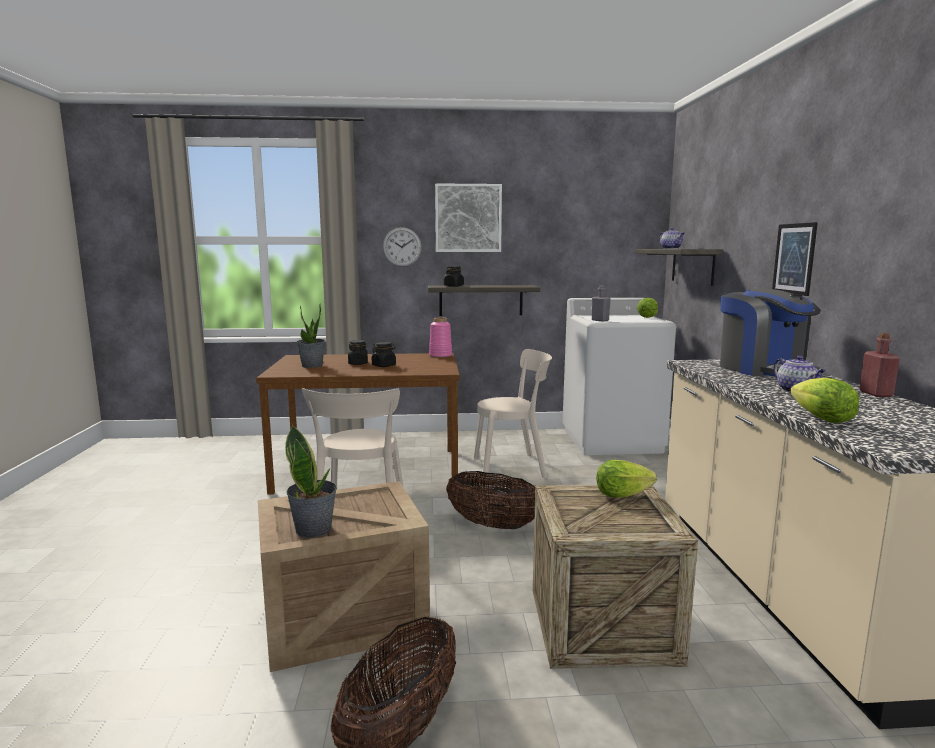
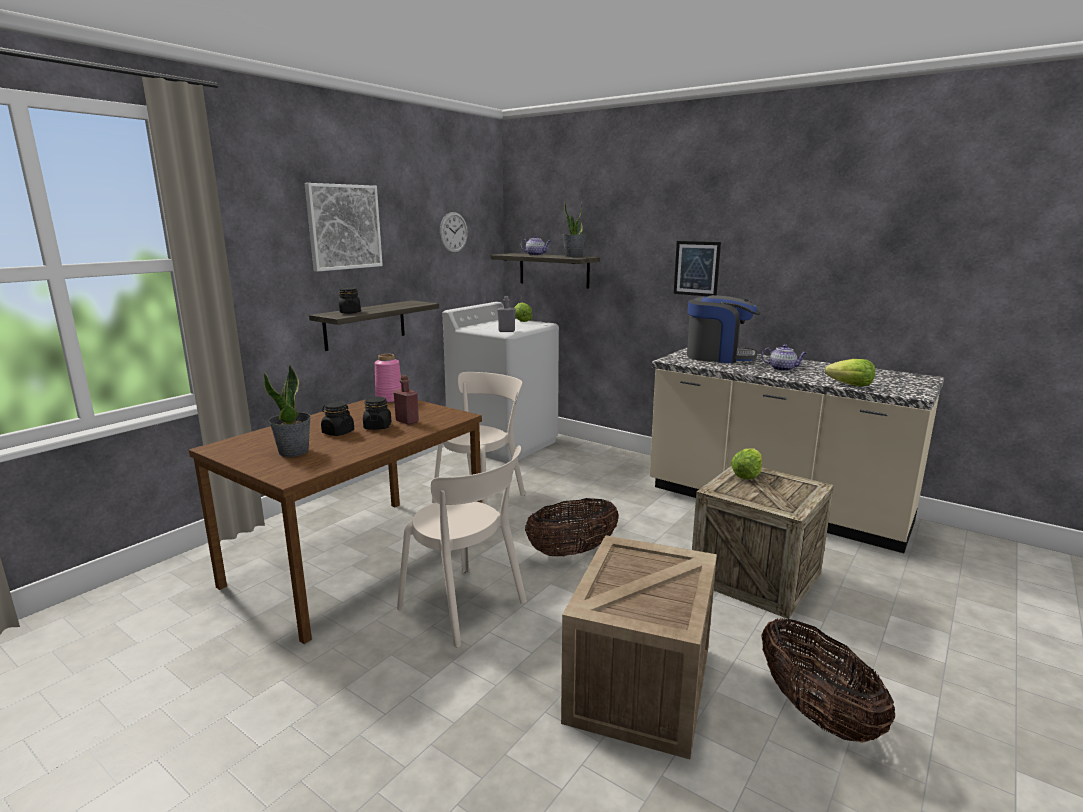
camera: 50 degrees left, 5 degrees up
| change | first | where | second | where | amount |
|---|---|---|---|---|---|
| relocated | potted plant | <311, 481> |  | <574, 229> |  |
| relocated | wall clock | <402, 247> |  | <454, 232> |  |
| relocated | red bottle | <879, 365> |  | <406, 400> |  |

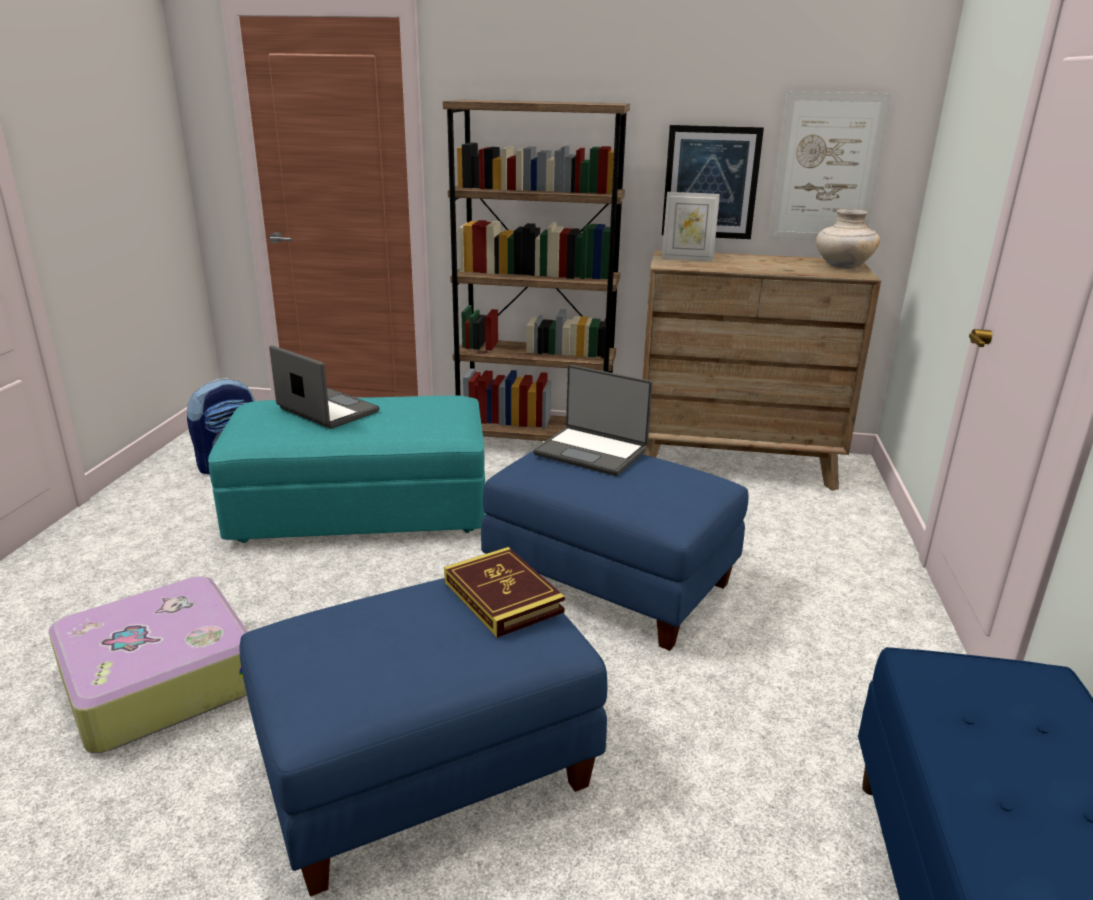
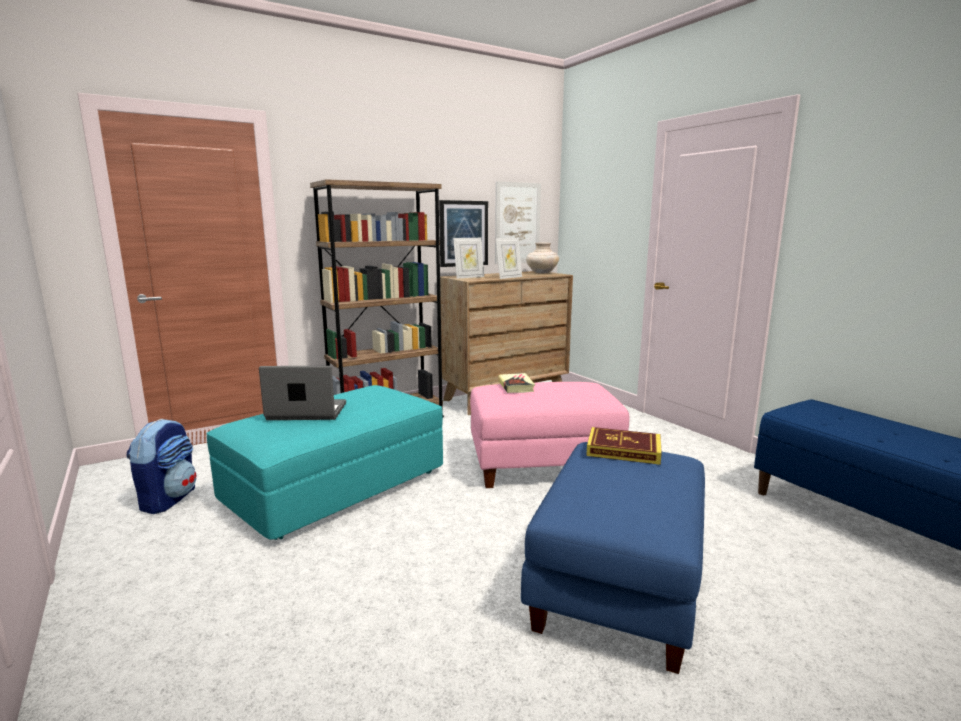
camera: 40 degrees left, 10 degrees down
| change | first | where | second | where | amount |
|---|---|---|---|---|---|
| missing | suitcase | <148, 665> |  |  |  |
| appeared |  |  | picture frame | <509, 258> |  |
| exchanged | laptop | <593, 420> | book | <516, 383> |  |
| colour | blue ottoman | <615, 551> | pink ottoman | <549, 435> |  |

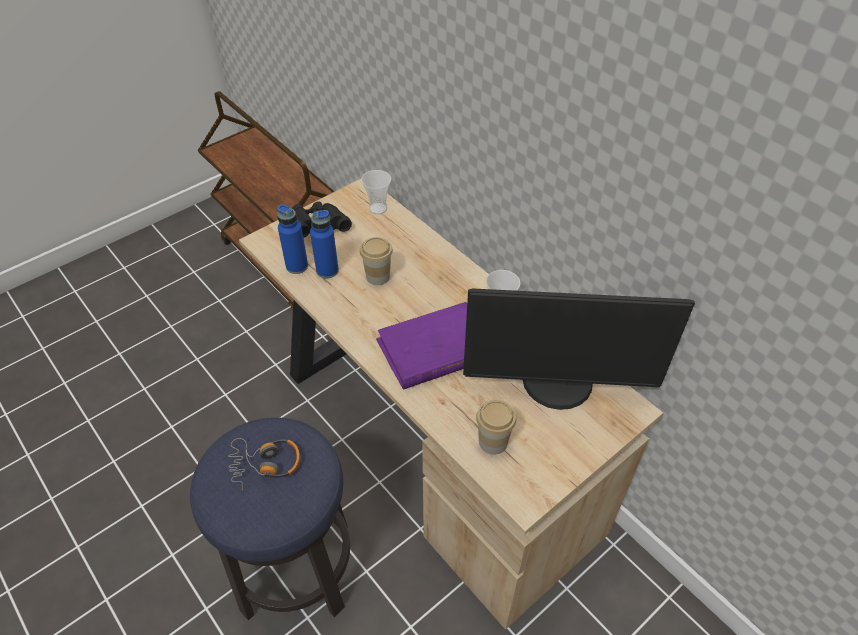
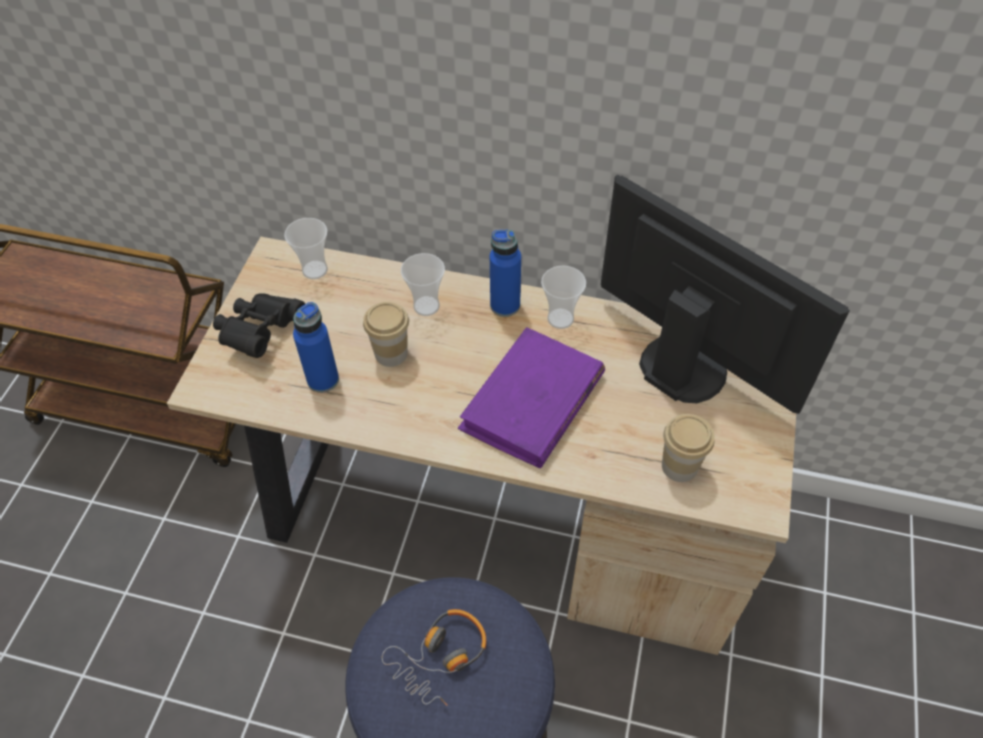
camera: 35 degrees left, 5 degrees up
| change | first | where | second | where | amount |
|---|---|---|---|---|---|
| appeared |  |  | cup | <423, 284> |  |
| relocated | blue bottle | <292, 239> |  | <505, 273> |  |
| spun | monitor | <579, 349> |  | <725, 294> | 105 degrees counterclockwise |

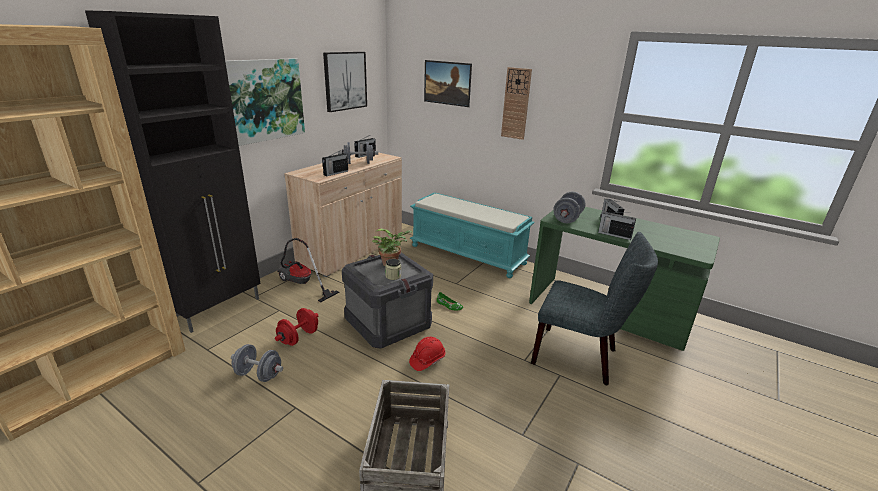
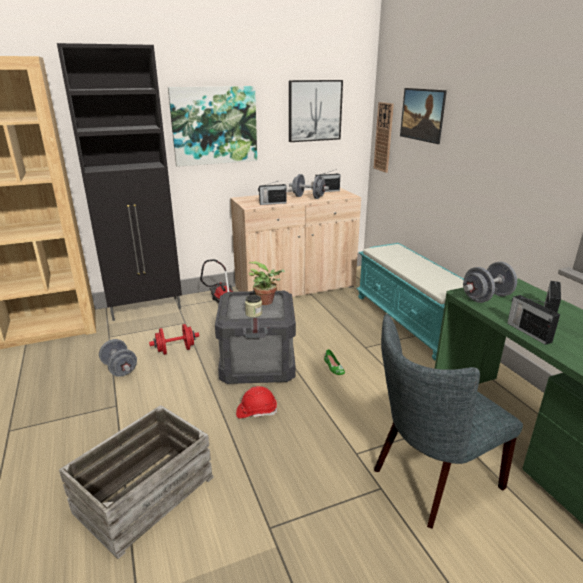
camera: 35 degrees right, 0 degrees up
| change | first | where | second | where | amount |
|---|---|---|---|---|---|
| relocated | wall clock | <516, 103> |  | <384, 137> |  |
| spun | grey chair | <594, 309> |  | <448, 421> | 90 degrees clockwise |

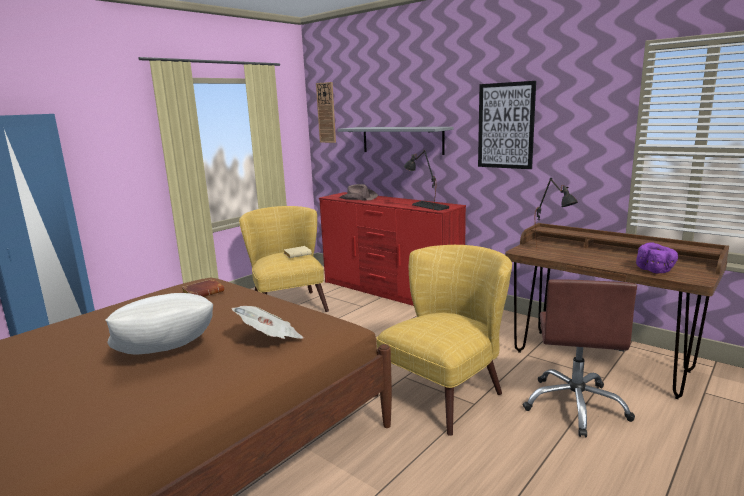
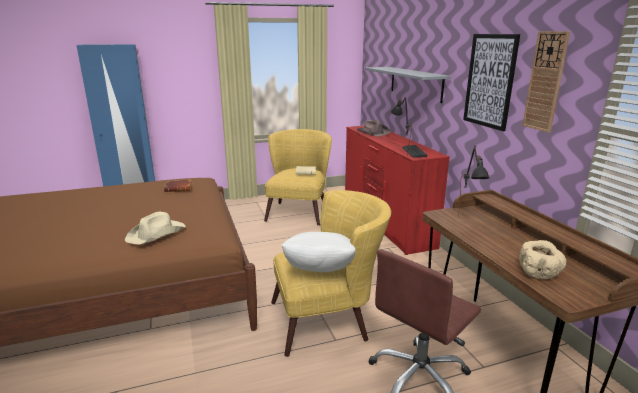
camera: 30 degrees right, 5 degrees up
| change | first | where | second | where | amount |
|---|---|---|---|---|---|
| relocated | white pillow | <159, 323> |  | <319, 252> |  |
| relocated | wall clock | <326, 112> |  | <546, 82> |  |
| exchanged | newspaper | <267, 322> | beige hat | <155, 228> |  |
| colour | purple bowl | <657, 258> | beige bowl | <542, 260> |  |

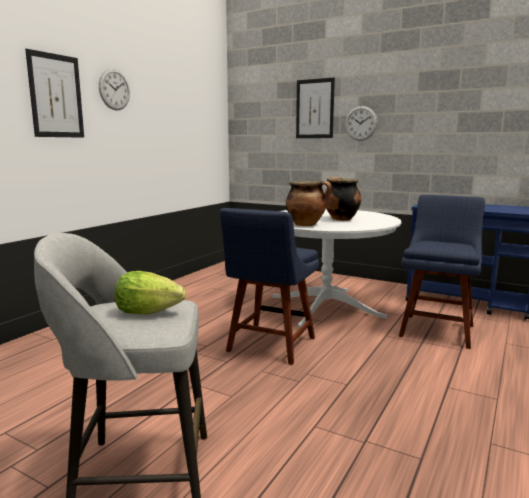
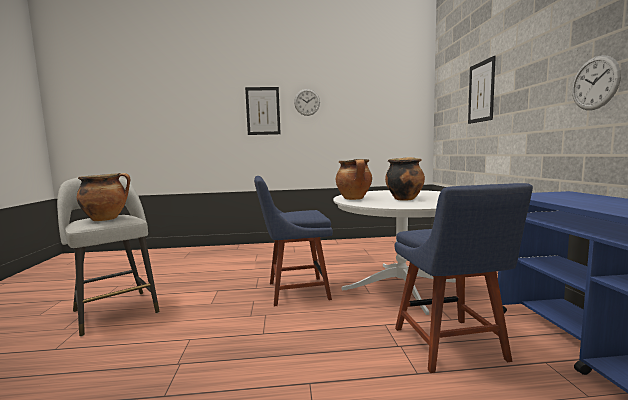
camera: 55 degrees right, 5 degrees down
| change | first | where | second | where | amount |
|---|---|---|---|---|---|
| relocated | wall clock | <361, 123> |  | <596, 82> |  |
| exchanged | lettuce | <150, 292> | cooking pot | <103, 197> |  |
| spun | blue chair | <442, 272> |  | <464, 278> | 90 degrees clockwise |

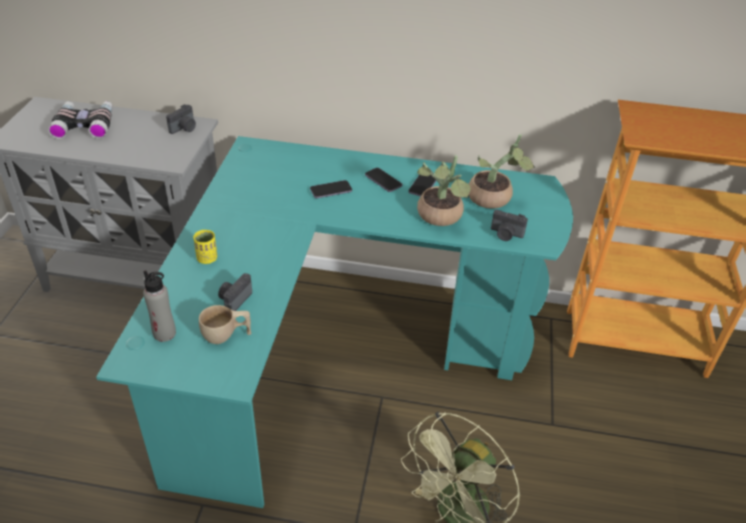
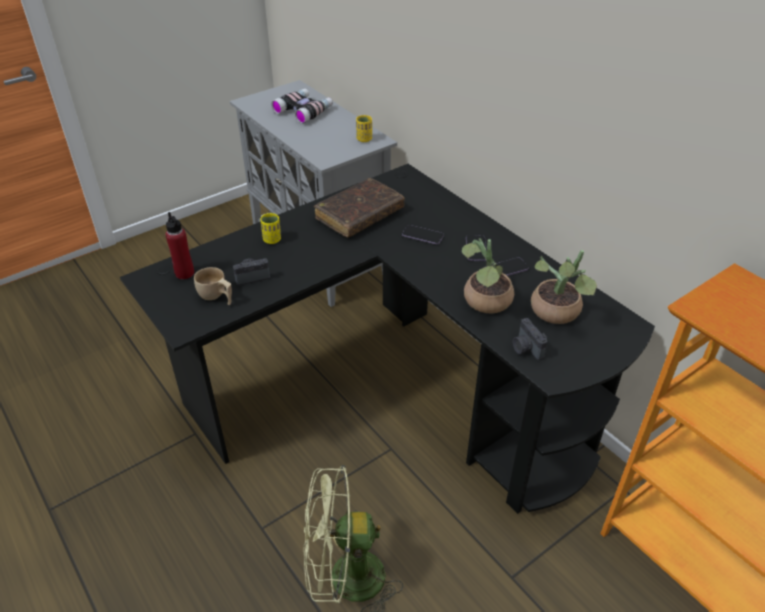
camera: 45 degrees right, 0 degrees up
| change | first | where | second | where | amount |
|---|---|---|---|---|---|
| appeared |  |  | brown book | <359, 207> |  |
| exchanged | photo camera | <181, 119> | yellow cup | <364, 128> |  |
| colour | turquoise desk | <334, 322> | black desk | <387, 339> |  |
| colour | grey bottle | <159, 306> | red bottle | <179, 245> |  |

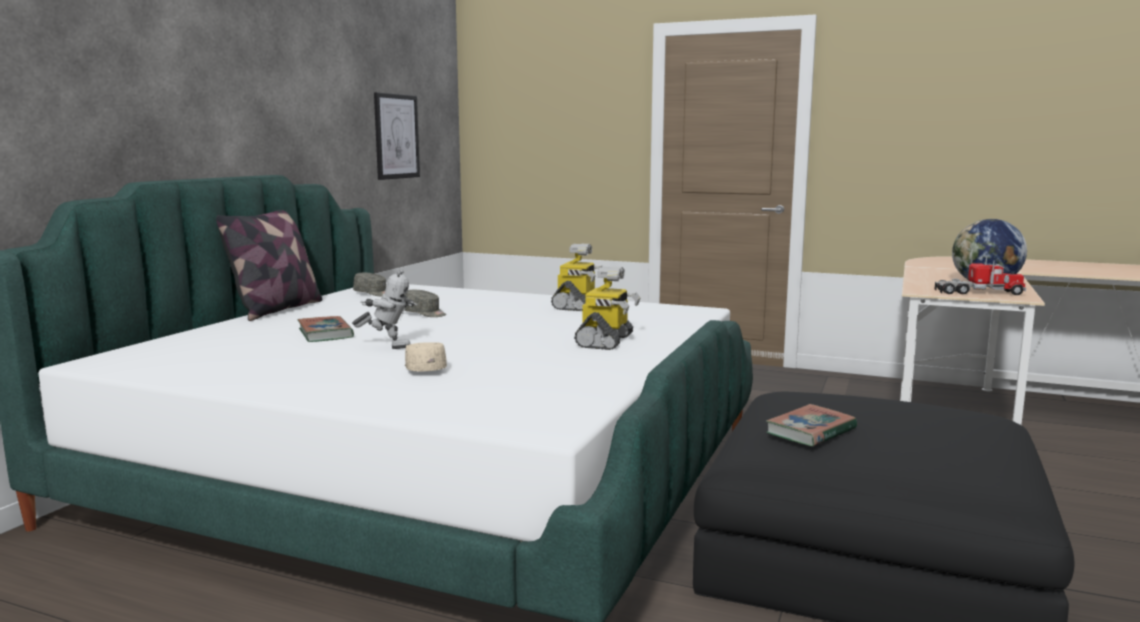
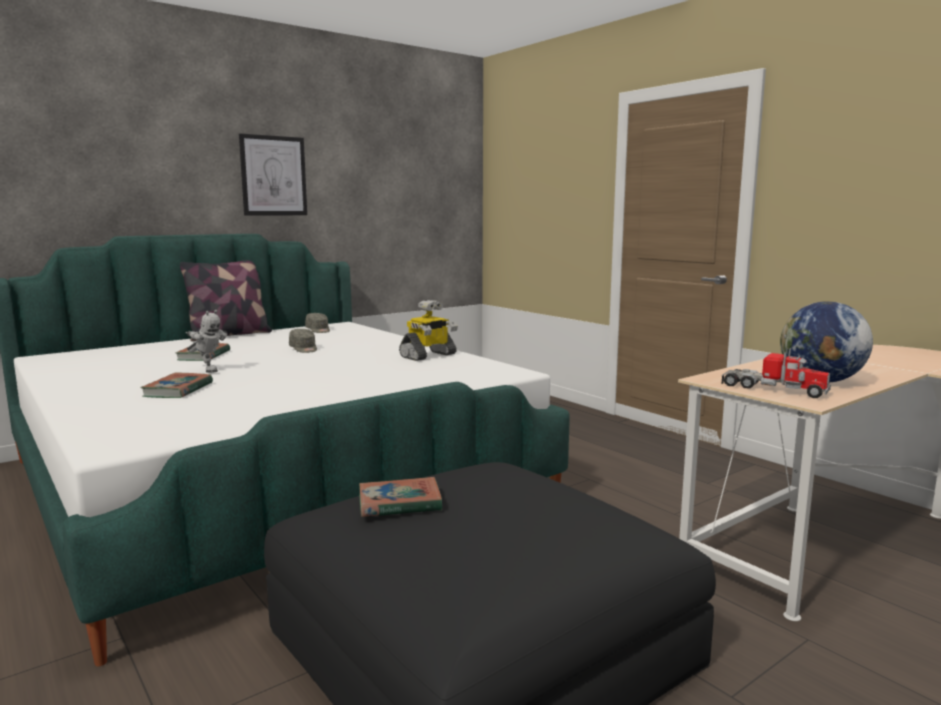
camera: 30 degrees right, 0 degrees up
| change | first | where | second | where | amount |
|---|---|---|---|---|---|
| missing | toy robot | <607, 308> |  |  |  |
| relocated | picture | <397, 136> |  | <273, 175> |  |
| exchanged | beige cap | <426, 356> | book | <176, 385> |  |

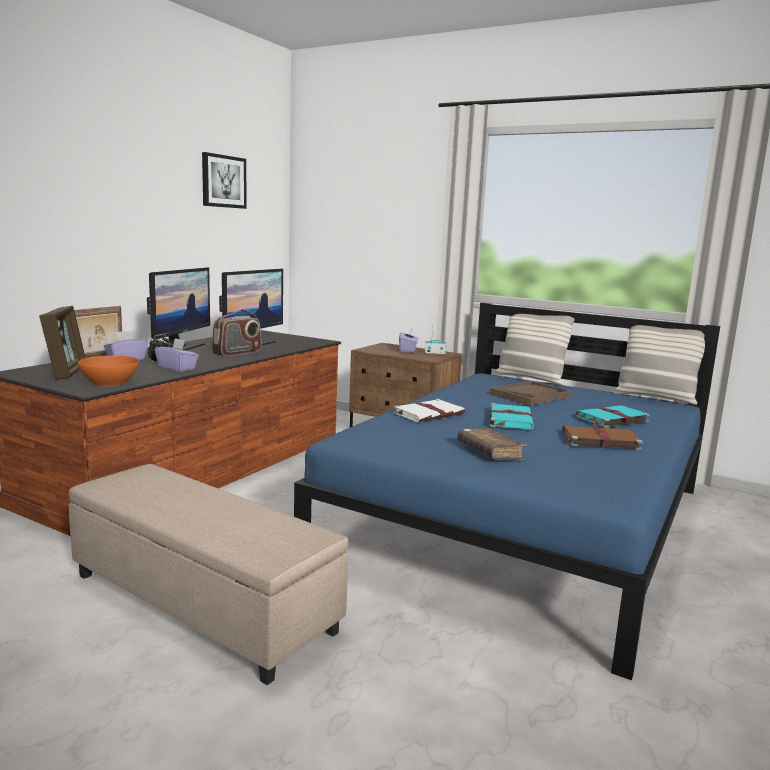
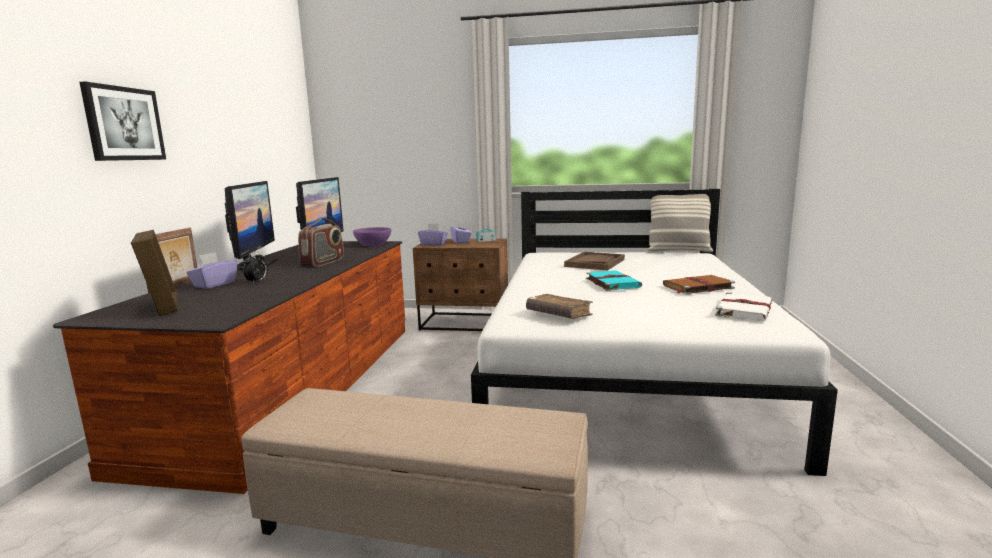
camera: 20 degrees left, 0 degrees up
| change | first | where | second | where | amount |
|---|---|---|---|---|---|
| missing | orange bowl | <108, 371> |  |  |  |
| missing | pillow | <534, 349> |  |  |  |
| missing | turquoise book | <612, 416> |  |  |  |
| appeared |  |  | purple bowl | <372, 236> |  |
| relocated | purple tissue box | <177, 355> |  | <433, 235> |  |
| relocated | picture | <224, 180> |  | <122, 121> |  |
| relocated | white book | <429, 410> |  | <744, 306> |  |
| relocated | brown book | <492, 444> |  | <559, 306> |  |
| colour | blue bed | <507, 491> | white bed | <654, 332> |  |

